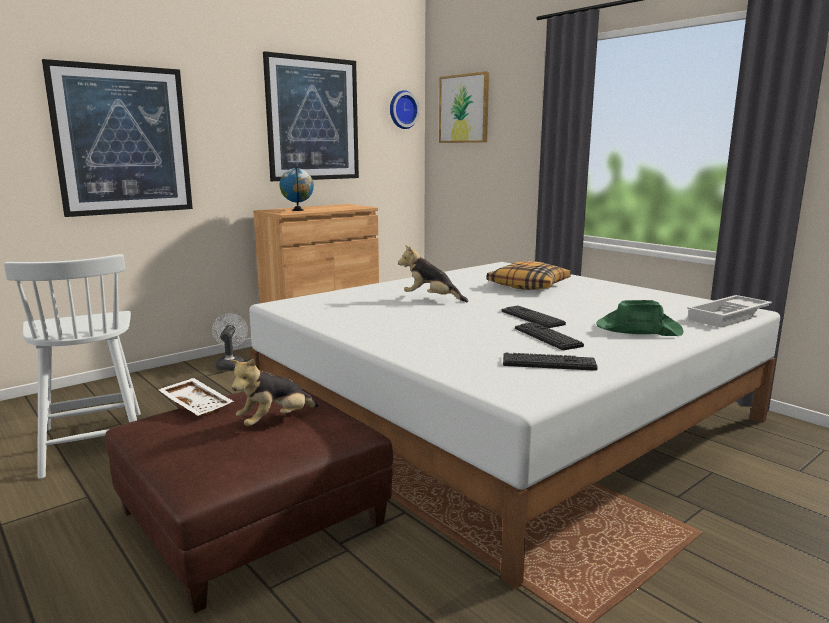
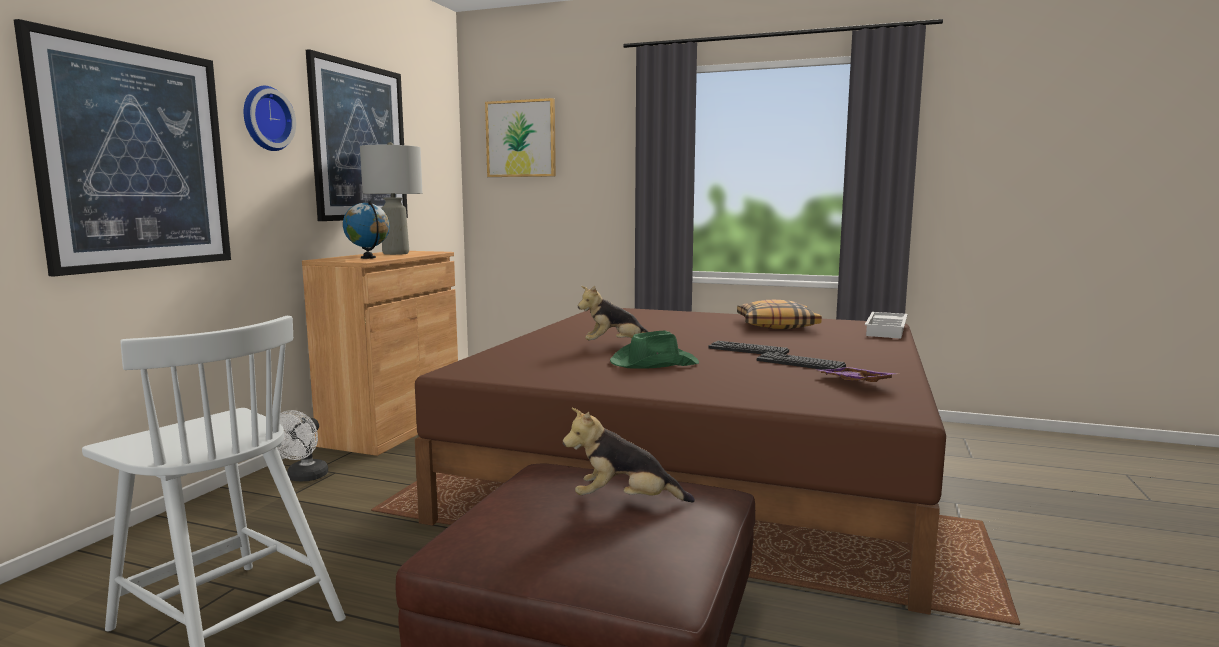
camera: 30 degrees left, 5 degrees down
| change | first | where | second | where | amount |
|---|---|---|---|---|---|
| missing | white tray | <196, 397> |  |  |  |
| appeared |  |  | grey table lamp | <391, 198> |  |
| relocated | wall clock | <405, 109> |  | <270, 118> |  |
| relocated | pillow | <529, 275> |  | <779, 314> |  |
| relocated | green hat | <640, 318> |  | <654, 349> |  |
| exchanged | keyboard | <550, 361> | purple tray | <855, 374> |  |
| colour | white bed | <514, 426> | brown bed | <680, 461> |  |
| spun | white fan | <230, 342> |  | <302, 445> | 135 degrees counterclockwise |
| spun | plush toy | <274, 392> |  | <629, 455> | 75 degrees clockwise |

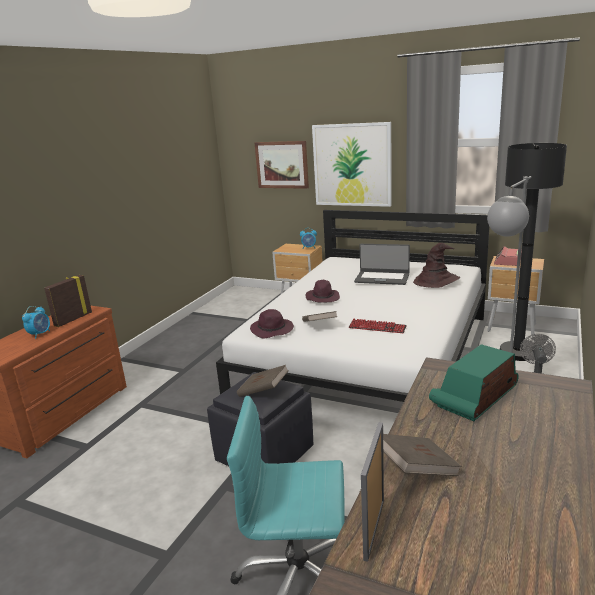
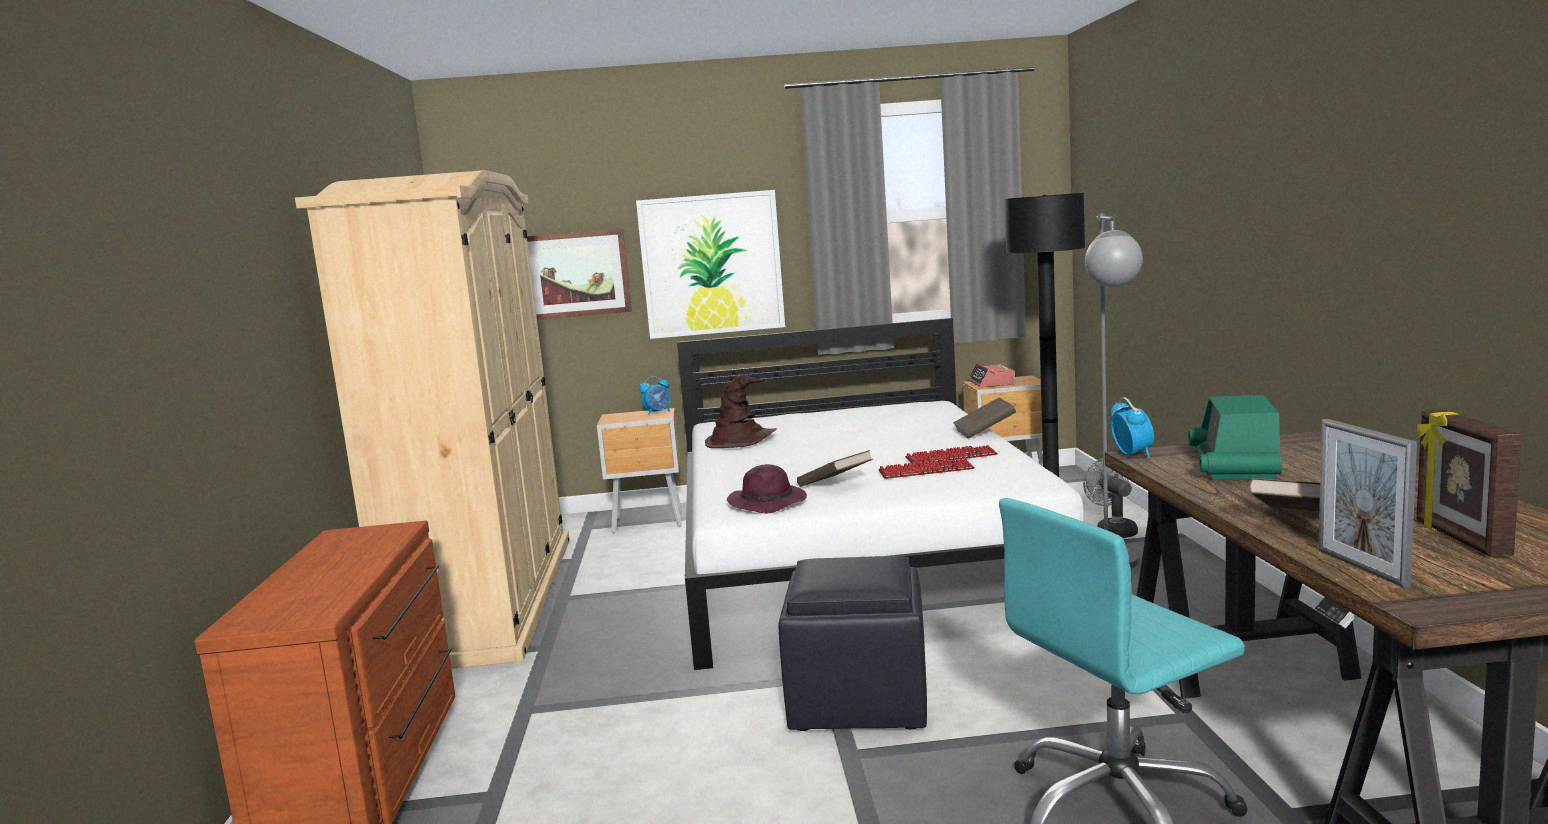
camera: 30 degrees left, 10 degrees down
| change | first | where | second | where | amount |
|---|---|---|---|---|---|
| missing | purple hat | <322, 291> |  |  |  |
| missing | laptop | <382, 264> |  |  |  |
| appeared |  |  | beige wardrobe | <432, 419> |  |
| appeared |  |  | keyboard | <951, 454> |  |
| relocated | alarm clock | <36, 322> |  | <1132, 428> |  |
| relocated | picture frame | <68, 301> |  | <1469, 483> |  |
| relocated | brown book | <263, 381> |  | <984, 418> |  |
| relocated | brown hat | <436, 265> |  | <741, 411> |  |

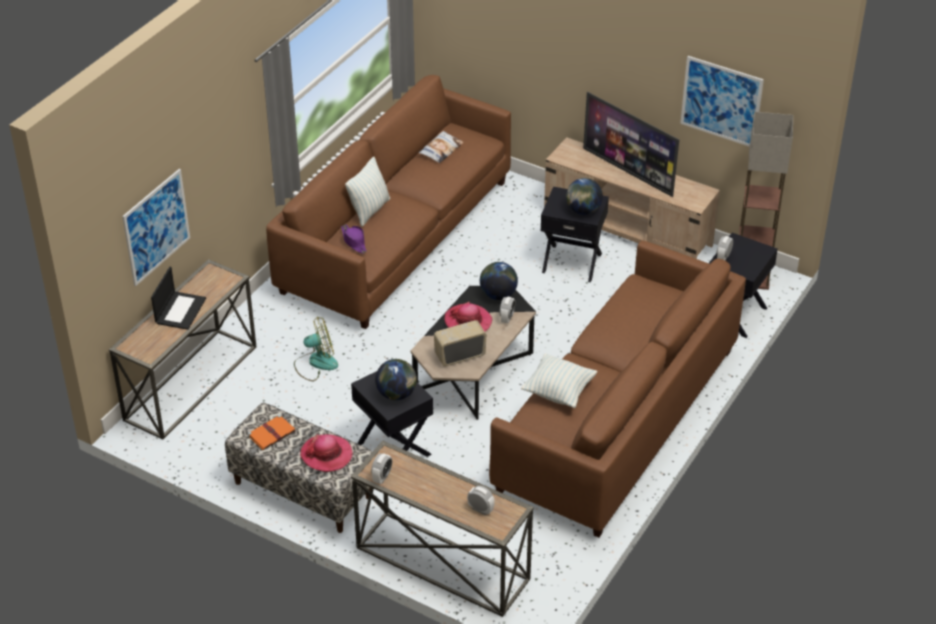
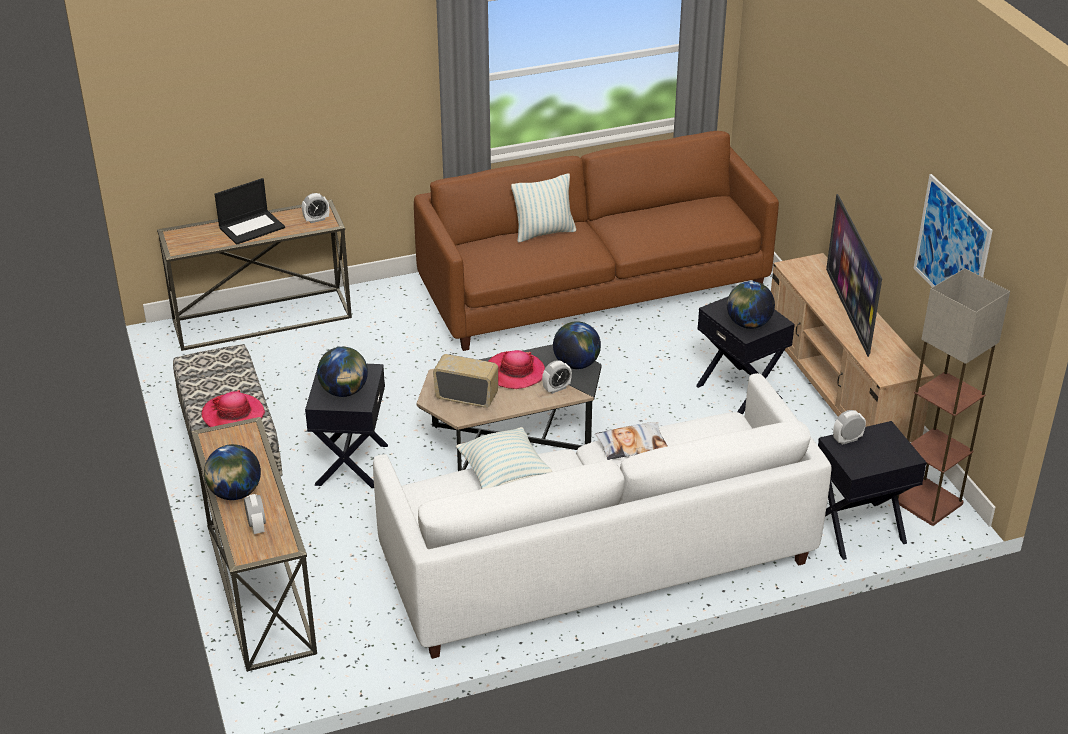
camera: 40 degrees right, 5 degrees down
| change | first | where | second | where | amount |
|---|---|---|---|---|---|
| missing | picture | <156, 227> |  |  |  |
| missing | orange book | <271, 432> |  |  |  |
| missing | fan | <316, 349> |  |  |  |
| missing | purple hat | <354, 239> |  |  |  |
| appeared |  |  | globe | <232, 472> |  |
| relocated | alarm clock | <381, 468> |  | <315, 208> |  |
| relocated | pillow | <441, 147> |  | <631, 441> |  |
| colour | brown sofa | <617, 389> | white sofa | <602, 516> |  |

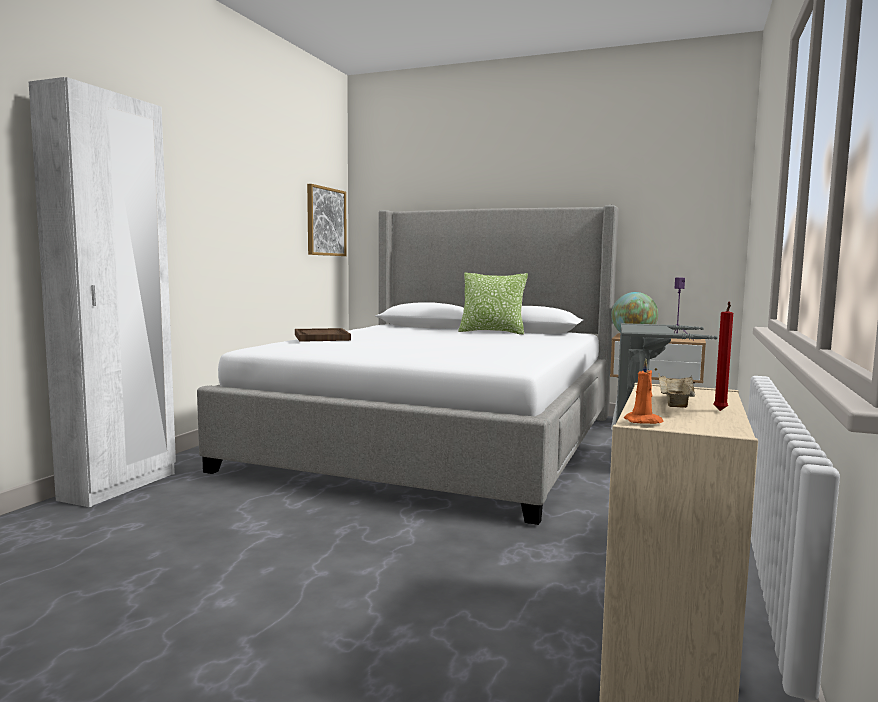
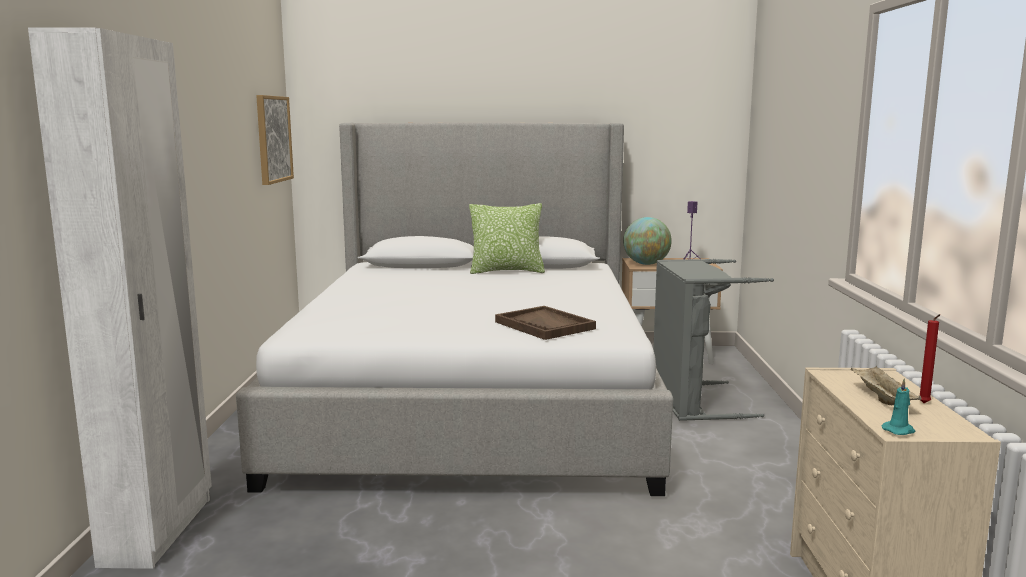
camera: 20 degrees left, 5 degrees up
| change | first | where | second | where | amount |
|---|---|---|---|---|---|
| relocated | brown tray | <323, 335> |  | <545, 323> |  |
| colour | orange candle | <644, 391> | turquoise candle | <898, 406> |  |

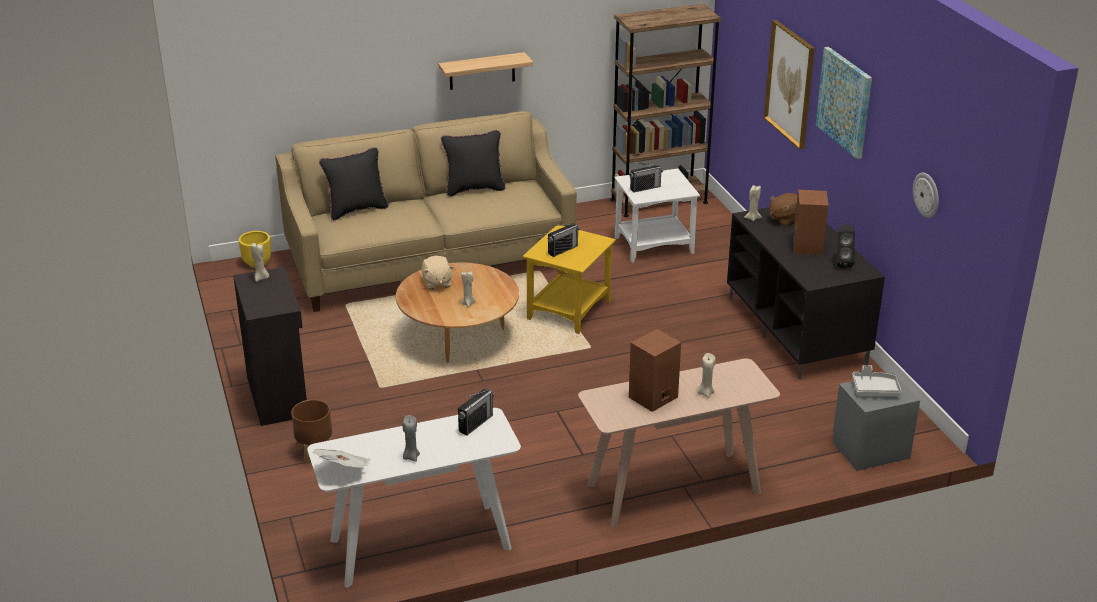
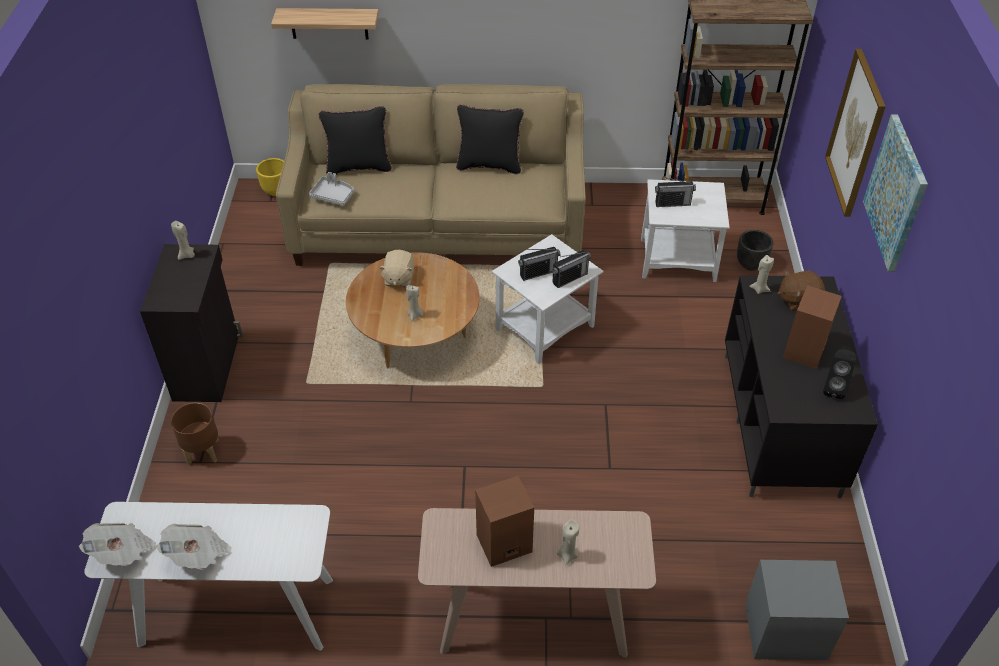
camera: 20 degrees right, 15 degrees up
| change | first | where | second | where | amount |
|---|---|---|---|---|---|
| missing | wall clock | <926, 195> |  |  |  |
| appeared |  |  | black planter | <755, 250> |  |
| relocated | shelf | <485, 71> |  | <325, 24> |  |
| relocated | radio | <476, 412> |  | <571, 269> |  |
| relocated | grey tray | <876, 380> |  | <332, 189> |  |
| exchanged | grey candle | <411, 438> | newspaper | <193, 547> |  |
| colour | yellow side table | <569, 279> | white side table | <547, 299> |  |

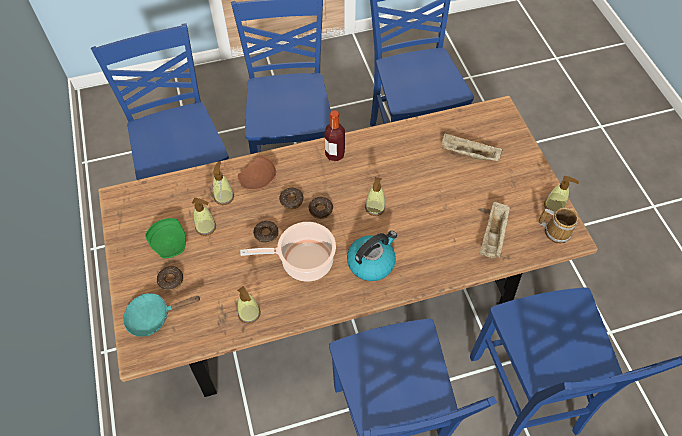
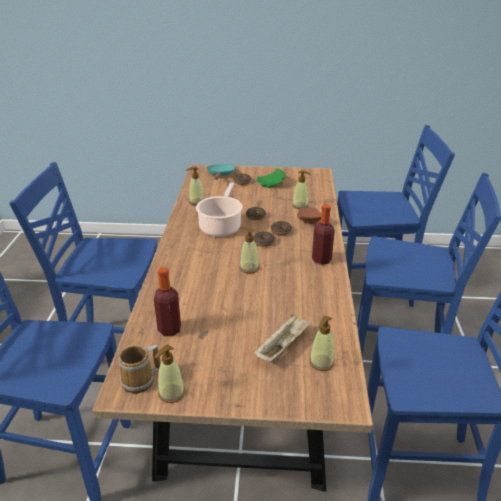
camera: 110 degrees right, 25 degrees down
| change | first | where | second | where | amount |
|---|---|---|---|---|---|
| missing | kettle | <372, 256> |  |  |  |
| relocated | soap dispenser | <204, 217> |  | <321, 343> |  |
| exchanged | beige tray | <495, 229> | bottle | <167, 301> |  |

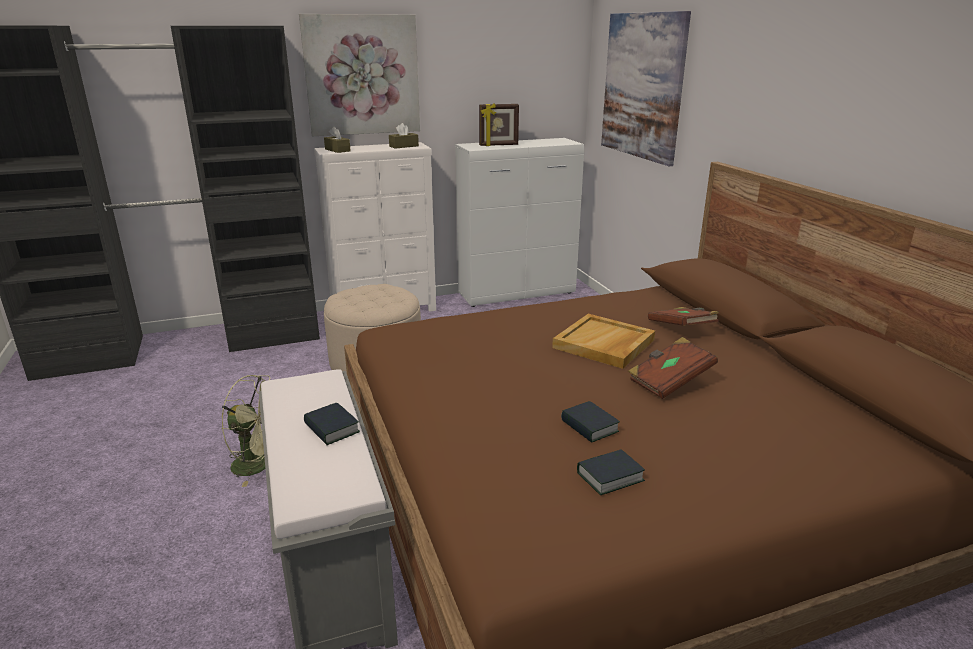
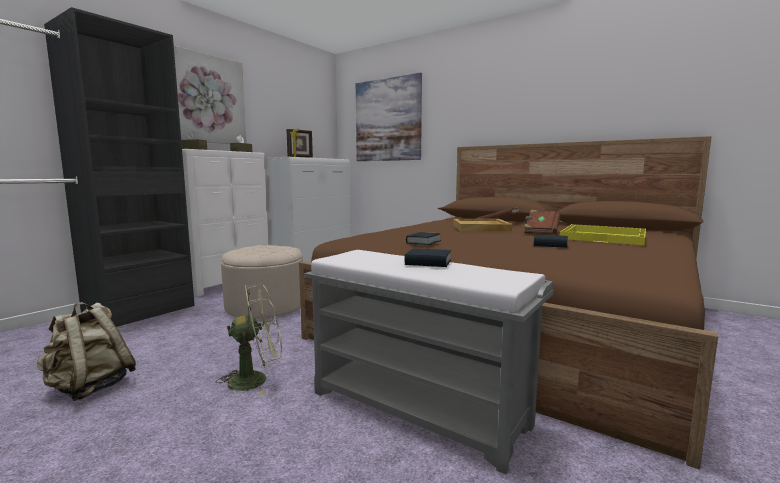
camera: 35 degrees left, 15 degrees down
| change | first | where | second | where | amount |
|---|---|---|---|---|---|
| appeared |  |  | beige backpack | <86, 351> |  |
| appeared |  |  | yellow tray | <603, 234> |  |
| relocated | book | <611, 472> |  | <423, 238> |  |

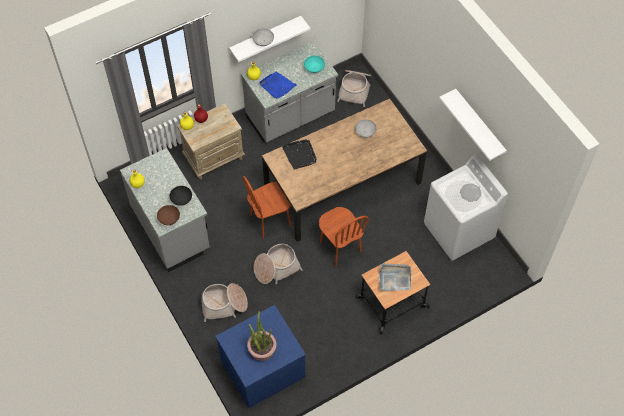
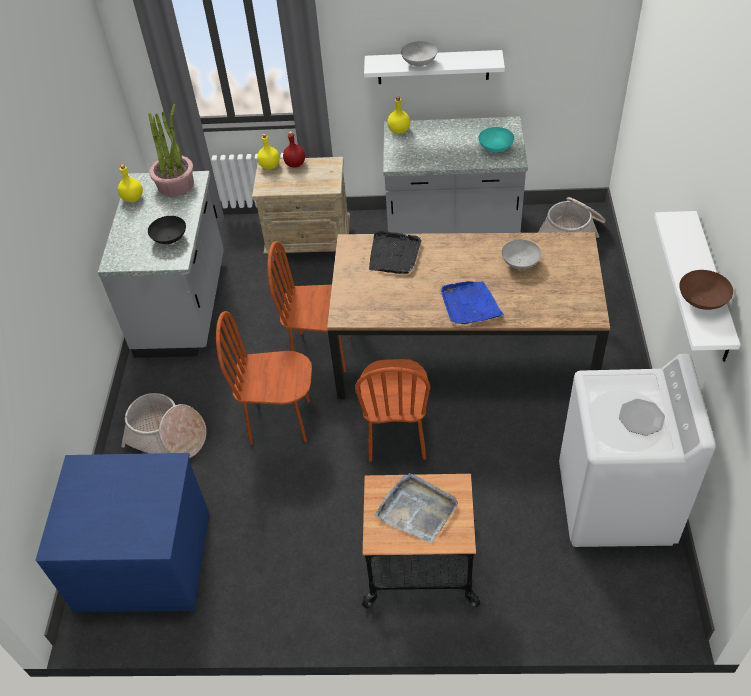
camera: 35 degrees right, 10 degrees down
| change | first | where | second | where | amount |
|---|---|---|---|---|---|
| relocated | brown bowl | <168, 215> |  | <706, 290> |  |
| relocated | potted plant | <262, 336> |  | <171, 150> |  |
| relocated | blue tray | <278, 85> |  | <472, 302> |  |
| exchanged | basket | <278, 264> | brown chair | <264, 378> |  |

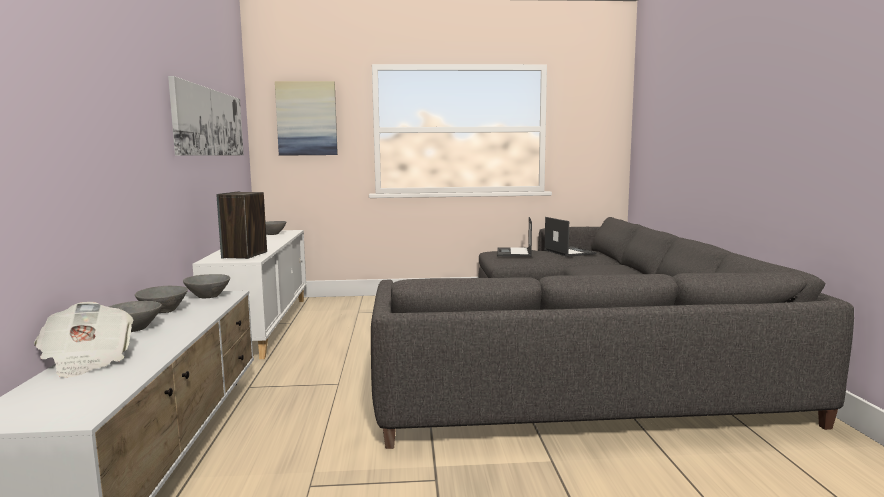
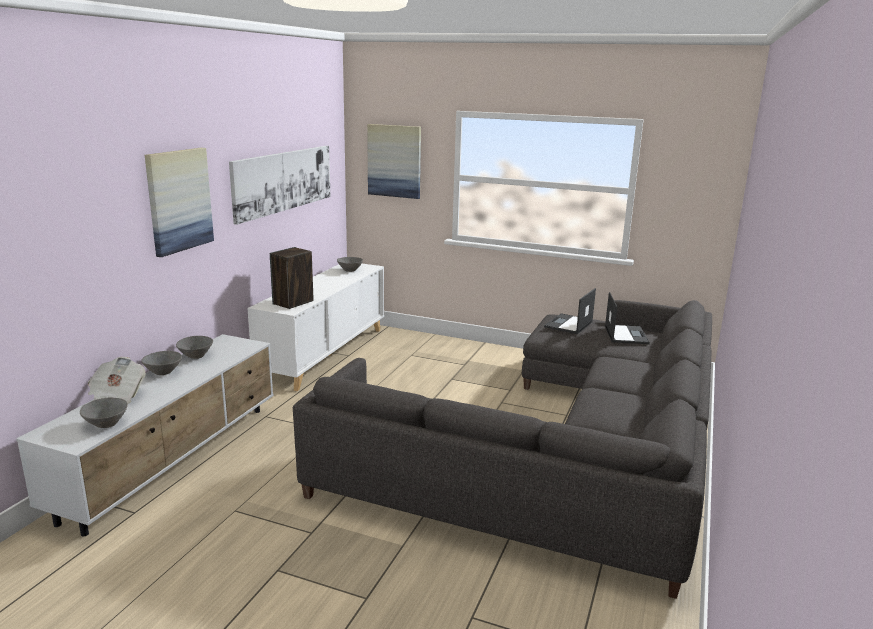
camera: 25 degrees right, 10 degrees up
| change | first | where | second | where | amount |
|---|---|---|---|---|---|
| appeared |  |  | picture | <179, 202> |  |
| relocated | grey bowl | <206, 286> |  | <104, 413> |  |

